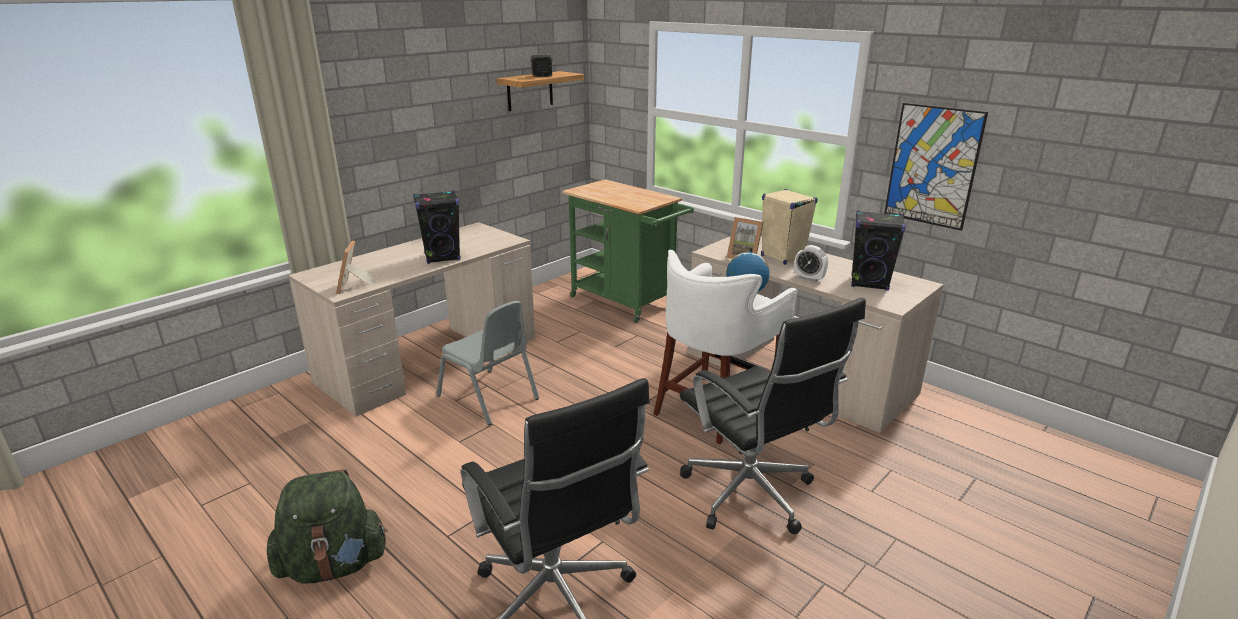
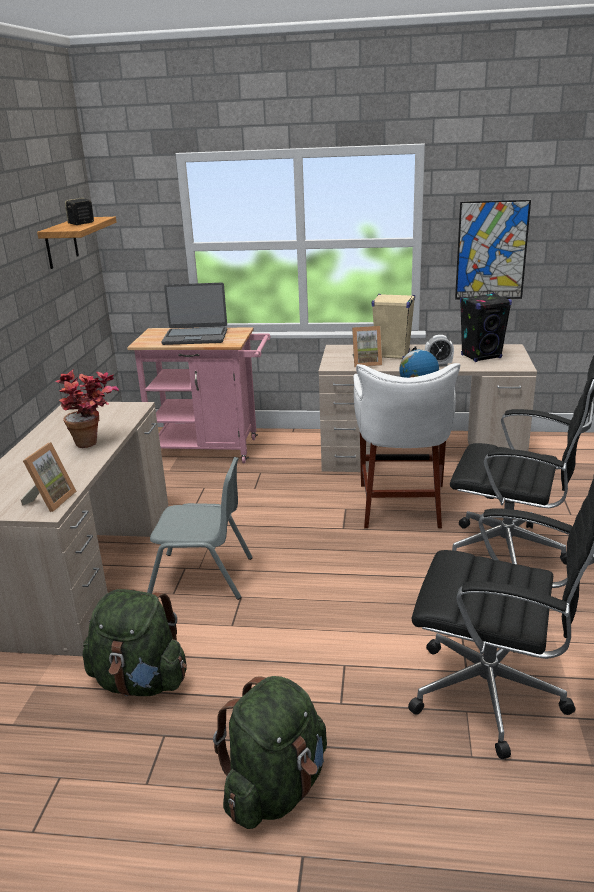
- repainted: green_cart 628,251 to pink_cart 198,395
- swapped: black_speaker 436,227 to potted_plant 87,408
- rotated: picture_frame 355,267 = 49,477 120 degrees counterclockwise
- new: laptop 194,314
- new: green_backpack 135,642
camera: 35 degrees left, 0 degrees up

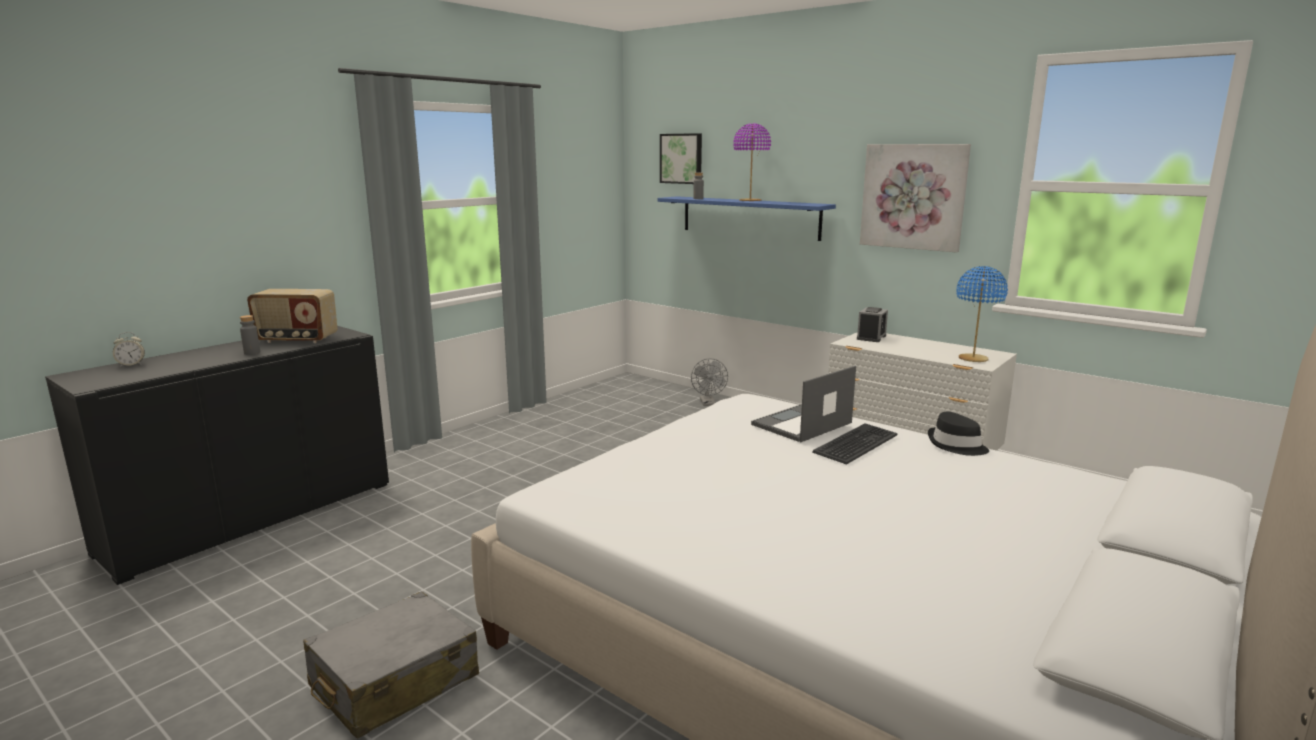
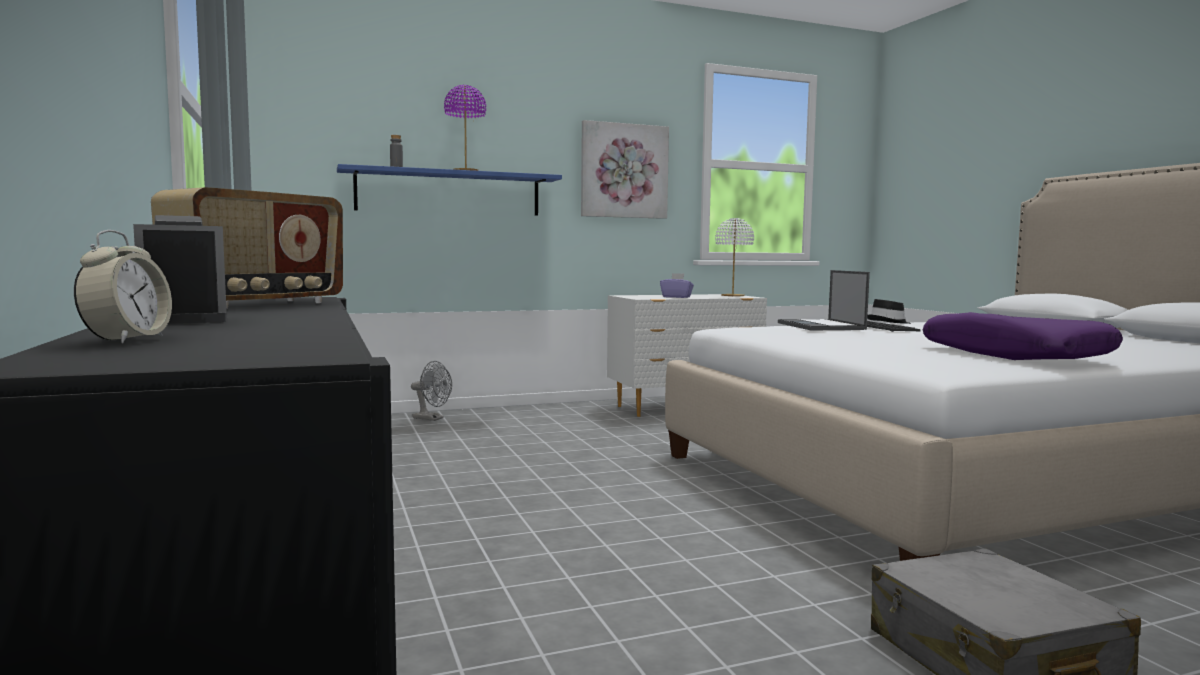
- gone: picture 681,158
- repainted: blue_table_lamp 982,314 to white_table_lamp 734,257
- shifted: alarm_clock 872,324 to 180,269
- gone: grey_bottle 250,335
- new: purple_tissue_box 677,285
- new: purple_pillow 1023,336
camera: 60 degrees left, 10 degrees down

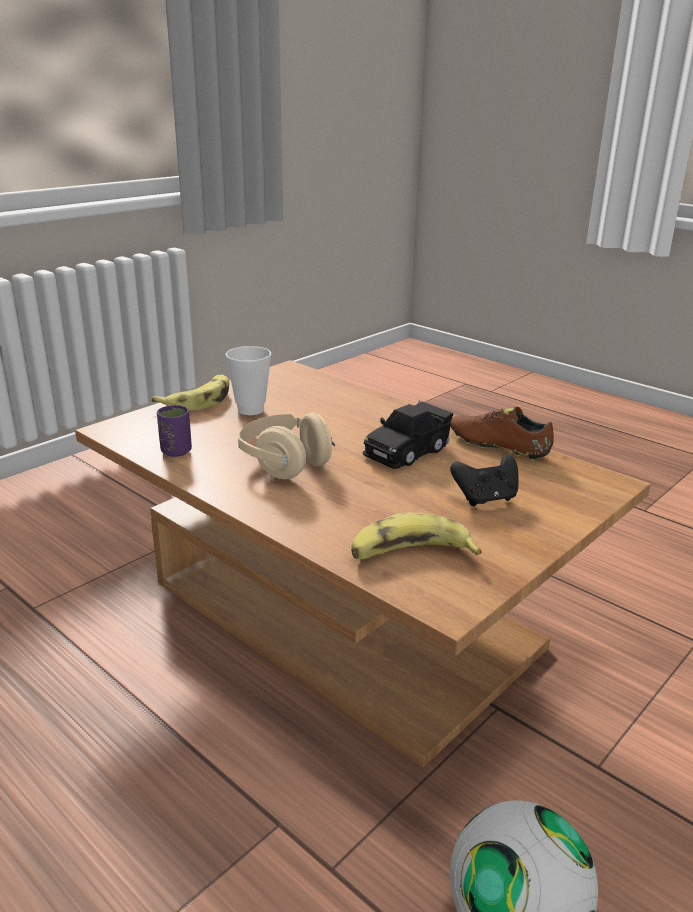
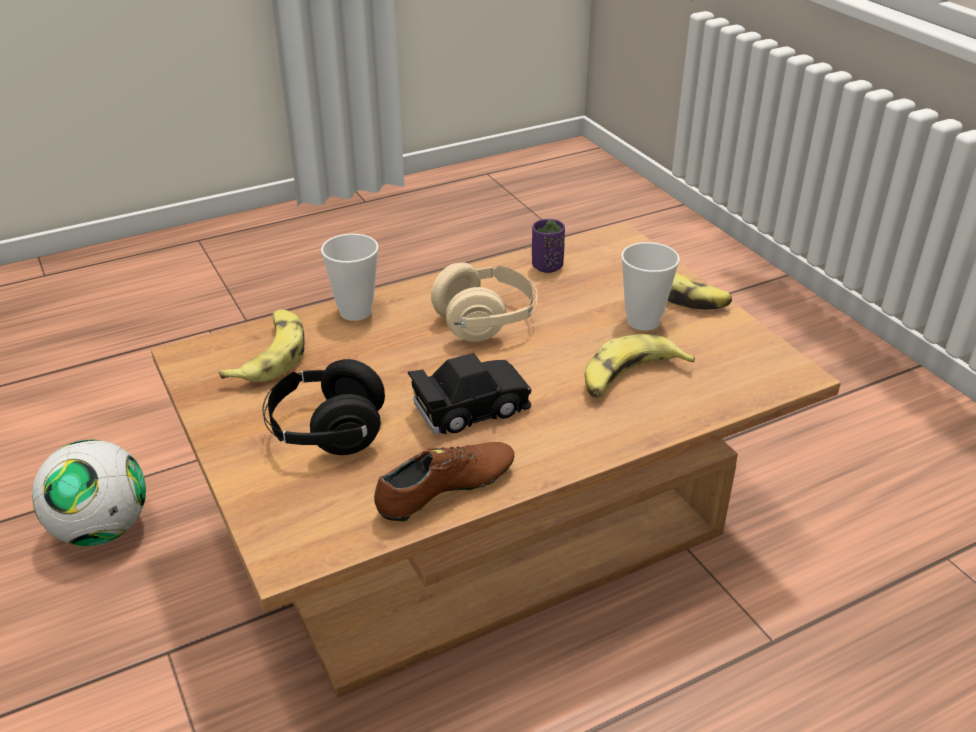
- rotated: black_toy_car 407,435 = 469,393 90 degrees clockwise
- swapped: black_game_controller 484,480 to black_headphones 324,407
- new: cup 350,277
- new: banana 640,366
camera: 110 degrees right, 10 degrees up

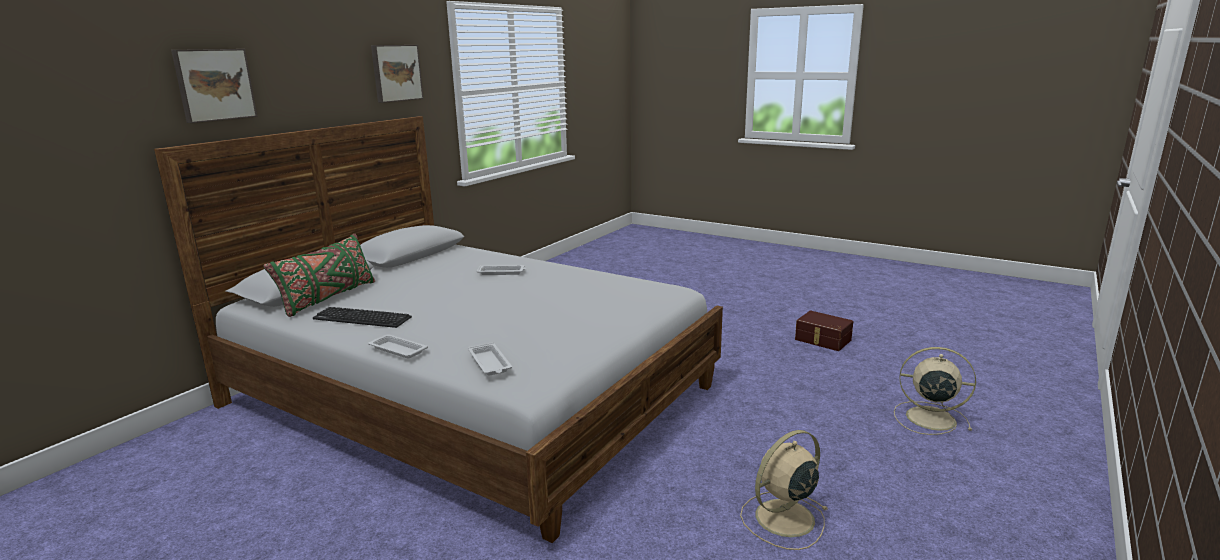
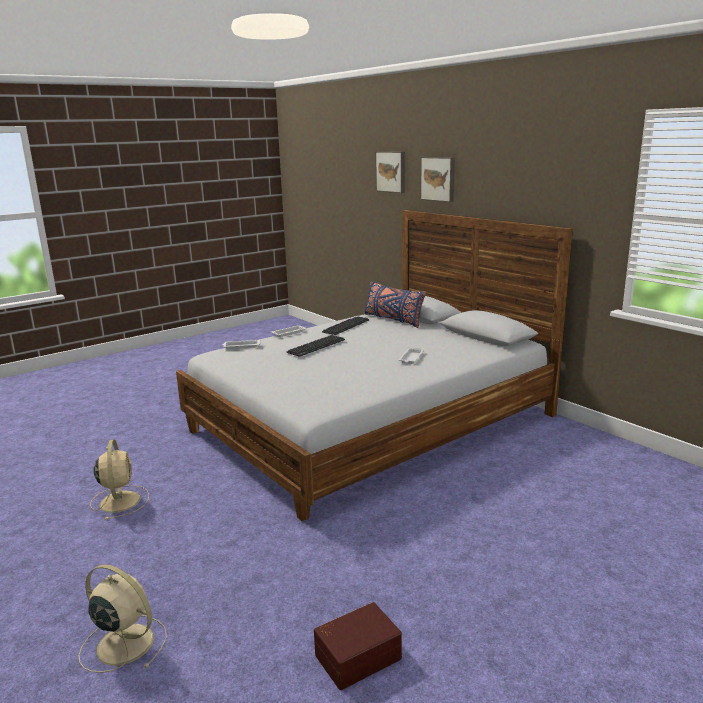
- shifted: picture 397,74 to 390,172
- repainted: green_pillow 319,275 to blue_pillow 395,305
- rotated: beige_fan 935,391 = 123,618 105 degrees counterclockwise
- new: keyboard 316,346
camera: 110 degrees right, 0 degrees up

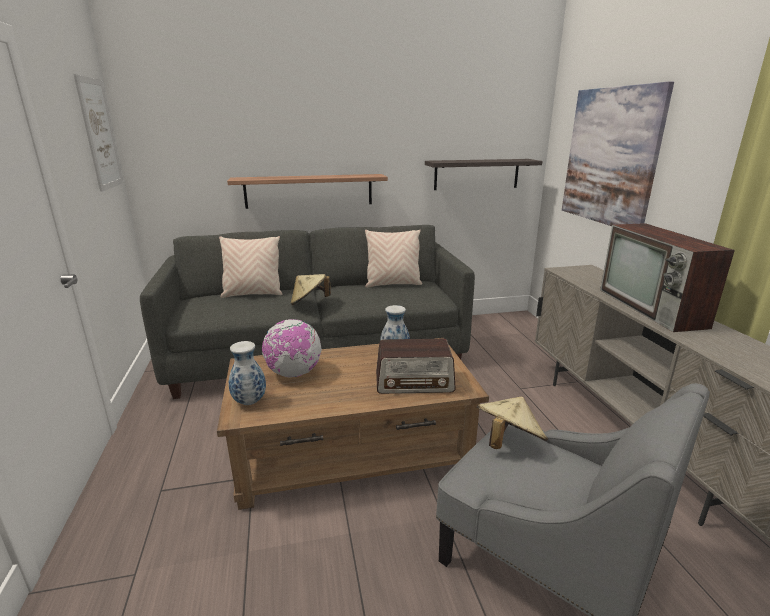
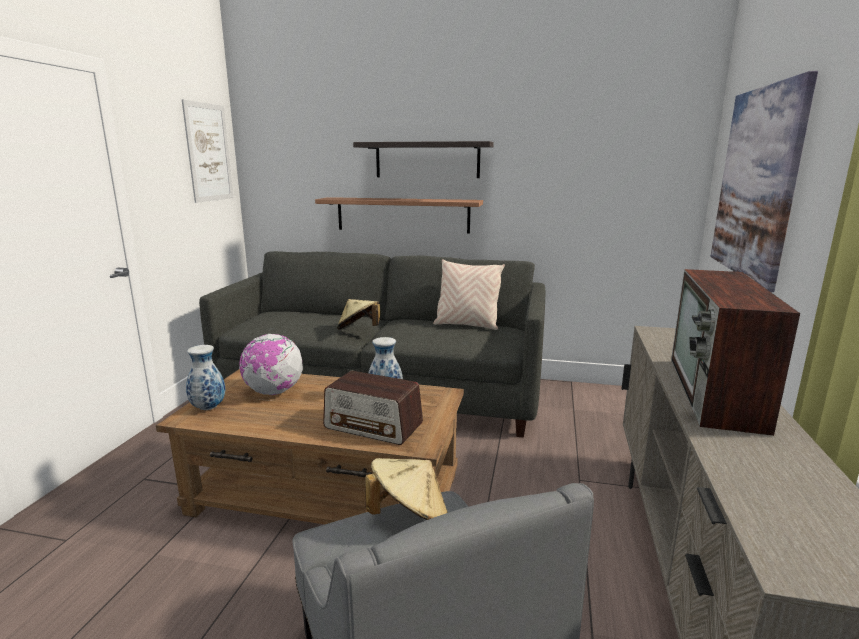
- shifted: shelf 483,174 to 423,159
- gone: beige_pillow 250,267
camera: 25 degrees right, 5 degrees down

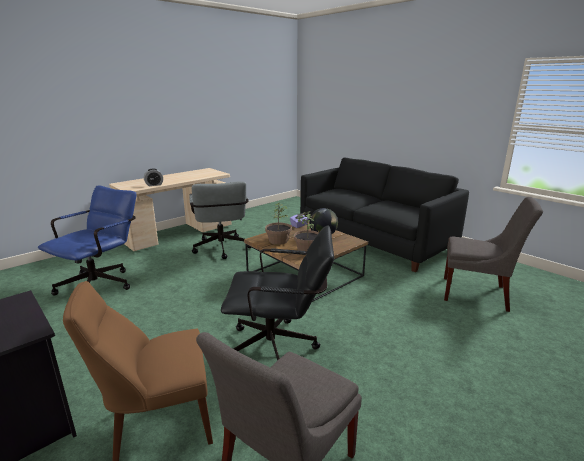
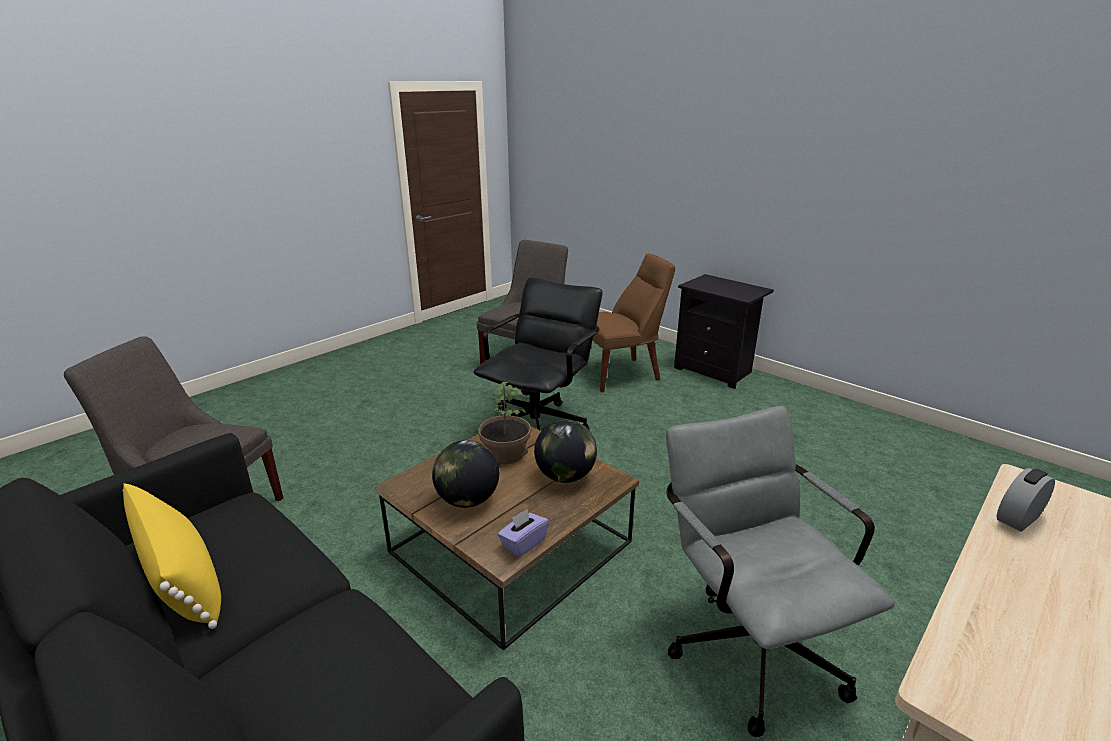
- gone: blue_office_chair 87,240
- swapped: potted_plant 278,224 to globe 565,451
- rotated: black_office_chair 277,293 = 538,353 120 degrees clockwise
- new: yellow_pillow 172,556
camera: 175 degrees right, 5 degrees up

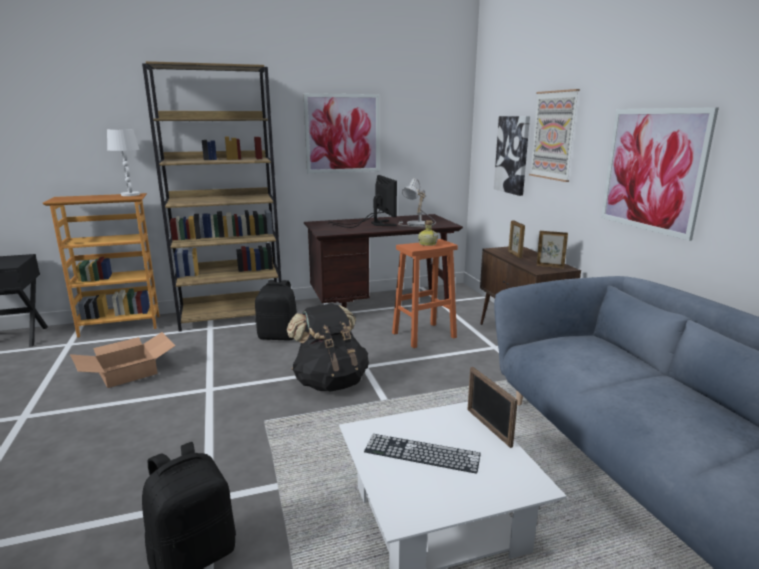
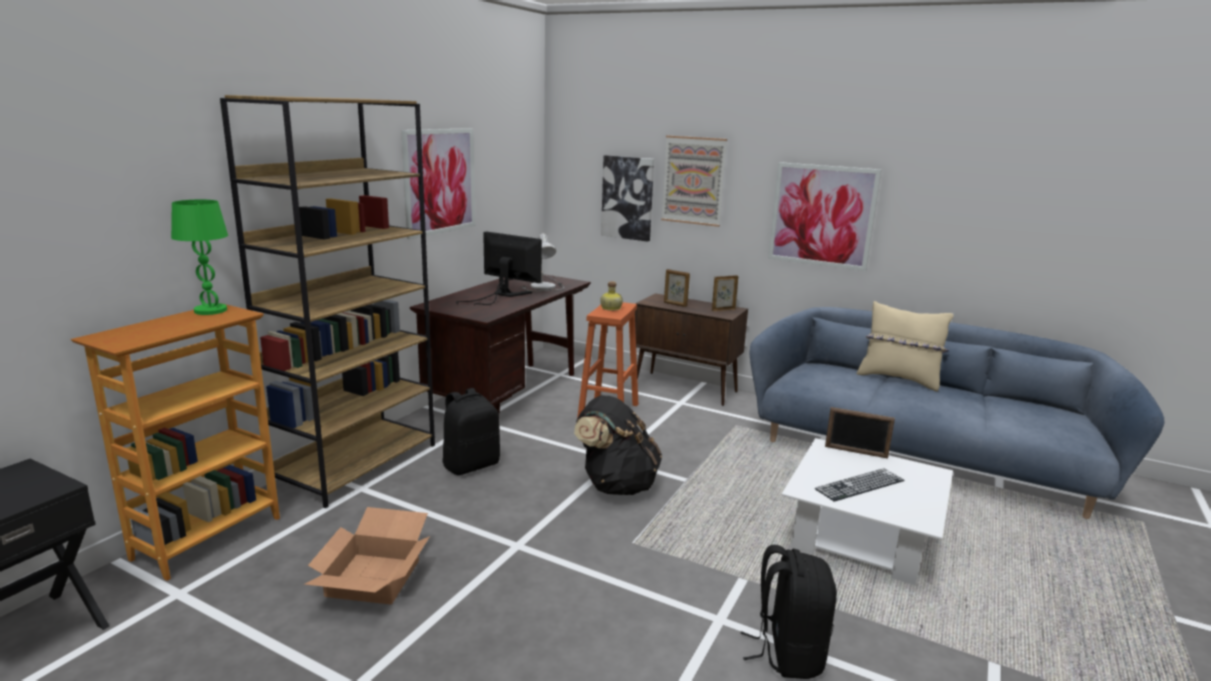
- repainted: white_table_lamp 123,162 to green_table_lamp 199,257
- new: beige_pillow 905,346
camera: 45 degrees left, 0 degrees up

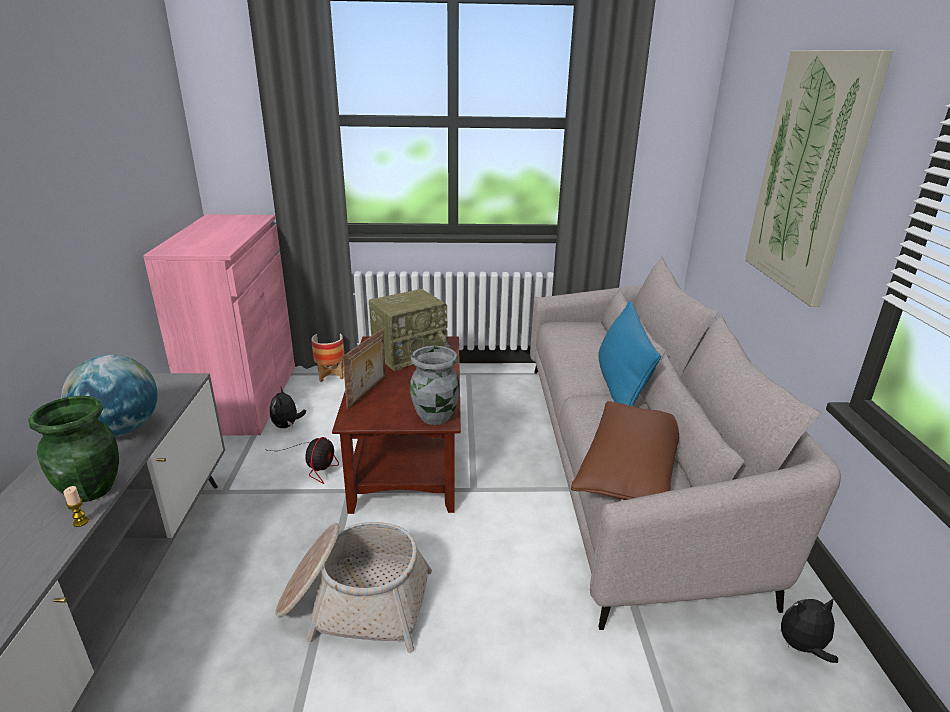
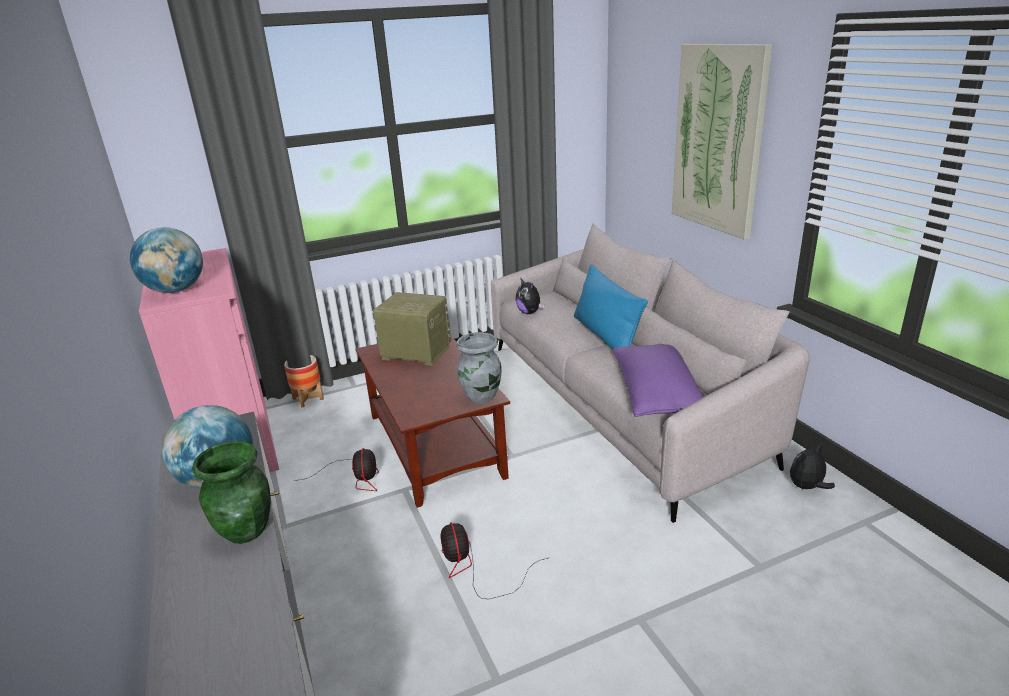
- rotated: radio 410,330 = 412,329 105 degrees counterclockwise
- gone: picture_frame 364,369
- shifted: plush_toy 288,407 to 530,296
- repainted: brown_pillow 625,450 to purple_pillow 658,380
- gone: candle 76,506
- swapped: basket 353,587 to fan 494,560
- new: globe 166,260
camera: 20 degrees left, 0 degrees up

